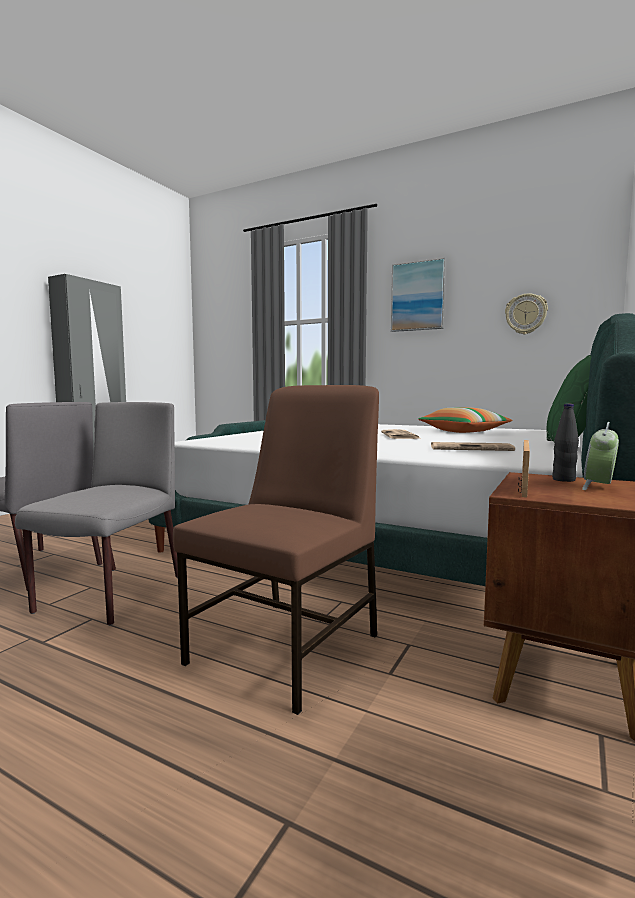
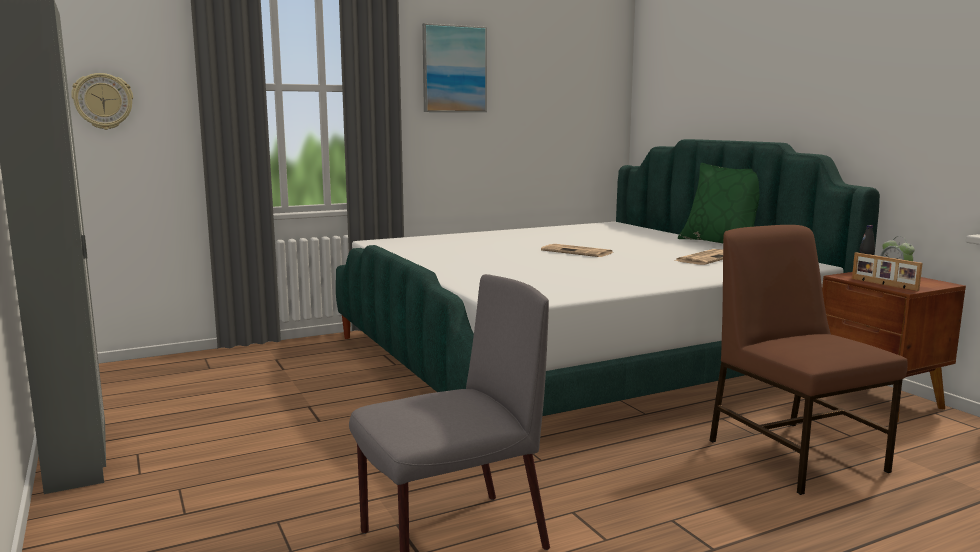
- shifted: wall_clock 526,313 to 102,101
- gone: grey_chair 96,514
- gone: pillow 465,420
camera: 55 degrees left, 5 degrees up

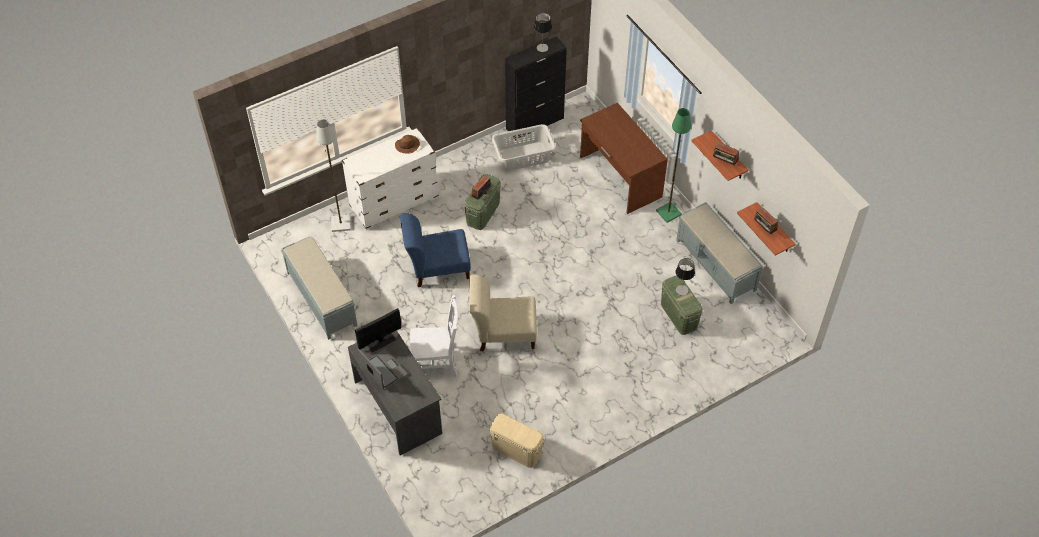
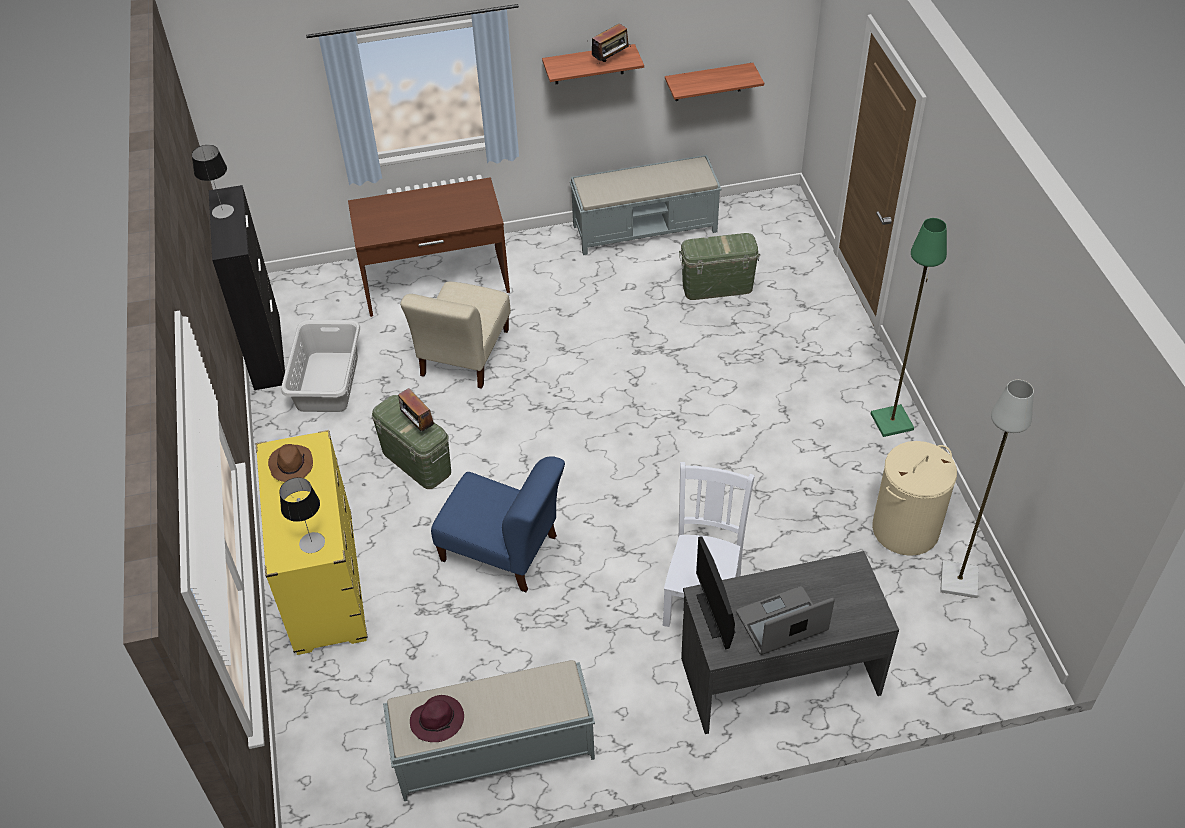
- shifted: green_floor_lamp 673,165 to 909,327
- shifted: grey_floor_lamp 333,175 to 987,489
- repainted: white_dresser 390,179 to yellow_dresser 312,542
- gone: radio 766,220
- rotated: blue_chair 435,250 = 498,524 75 degrees counterclockwise
- shifted: table_lamp 685,277 to 302,515
- shifted: beige_chair 503,313 to 455,335
- swapped: beige_storage_box 516,440 to beige_laundry_basket 914,498
- new: purple_hat 437,718
camera: 70 degrees left, 5 degrees down

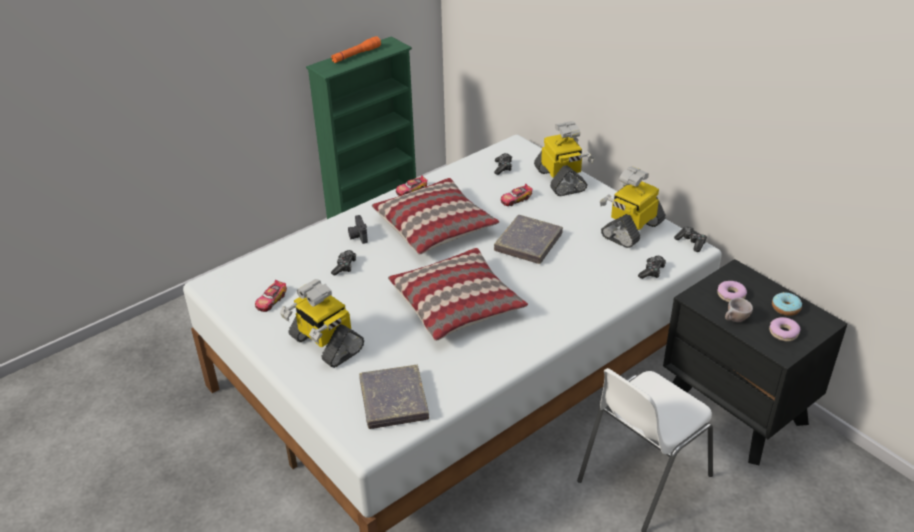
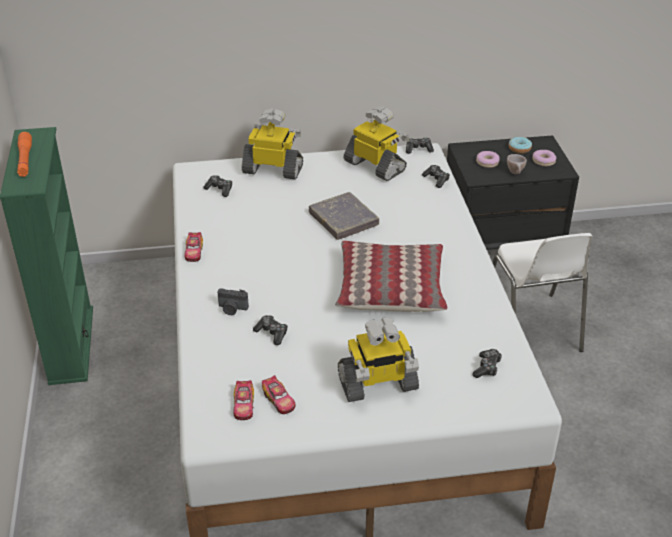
- rotated: toy_robot 633,207 = 377,143 150 degrees clockwise
- gone: pillow 435,216
- shifted: toy_car 516,195 to 244,400
- swapped: grey_book 394,397 to game_controller 487,363
camera: 60 degrees left, 0 degrees up

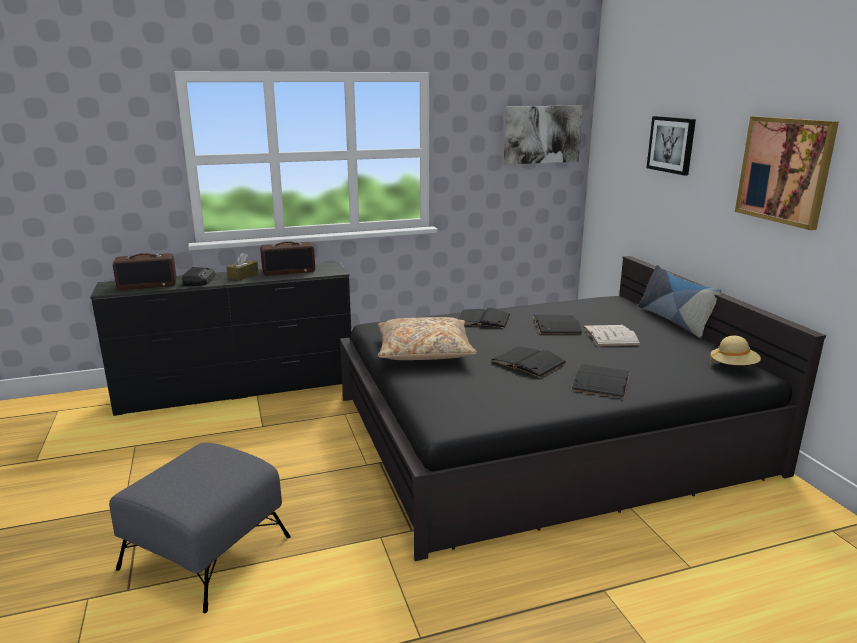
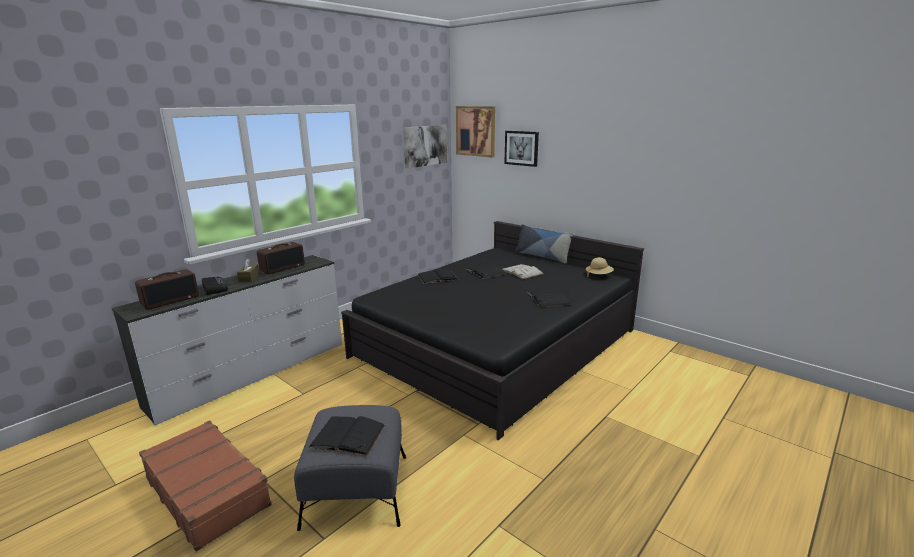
- shifted: picture 787,173 to 475,131
- repainted: black_dresser 221,339 to white_dresser 227,340
- gone: beige_pillow 427,338
- shifted: black_book 529,362 to 347,436
- new: brown_suitcase 205,486
camera: 30 degrees left, 0 degrees up

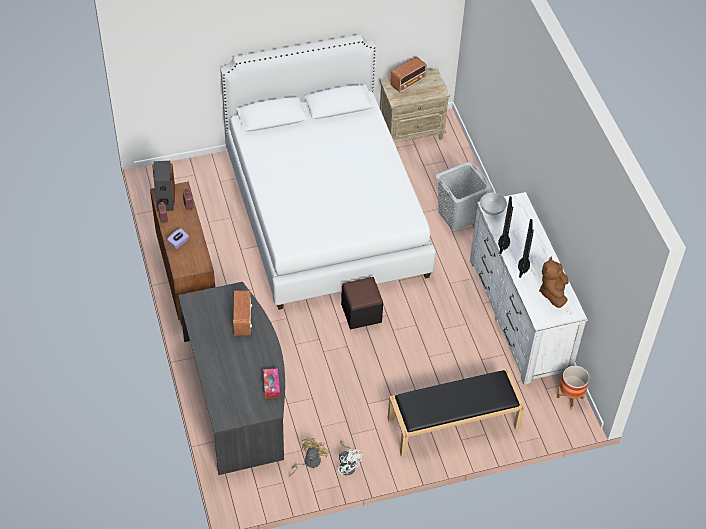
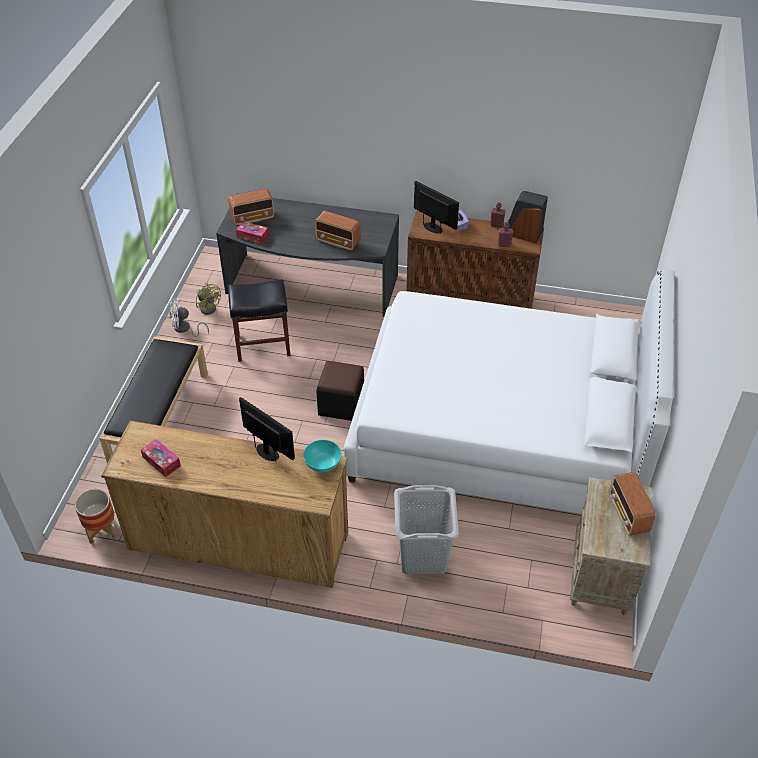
- repainted: white_dresser 529,288 to brown_dresser 224,504
- repainted: white_bowl 493,204 to turquoise_bowl 322,456
- shifted: monitor 526,248 to 436,207
- swapped: brown_plush_toy 554,282 to tissue_box 161,458
- new: radio 251,207
- new: black_stool 259,320
camera: 120 degrees right, 5 degrees down

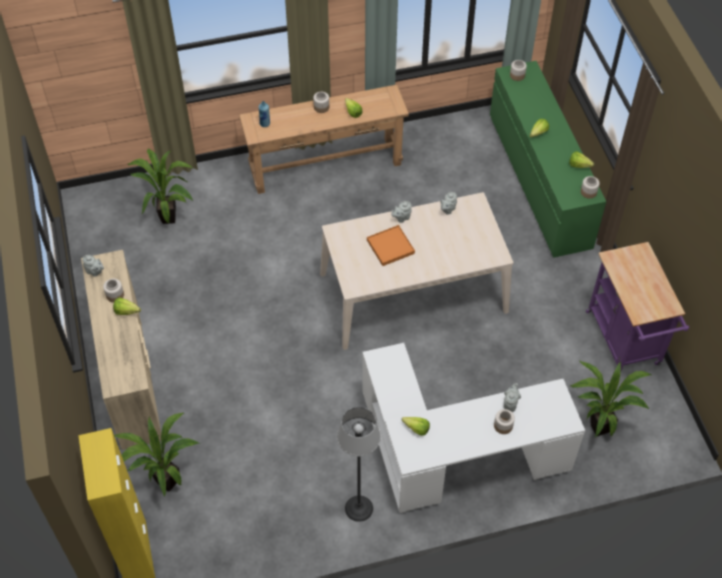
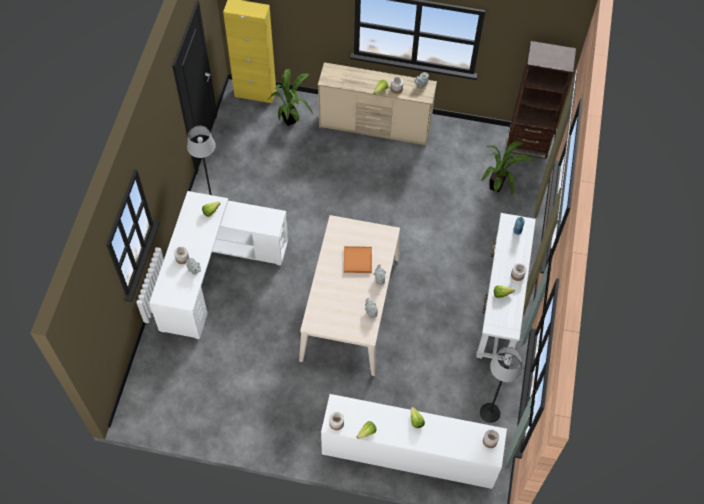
- repainted: green_dresser 548,159 to white_dresser 414,441
- repainted: brown_console_table 324,139 to white_console_table 506,288
- gone: purple_cart 637,306
- gone: potted_plant 610,398
- new: brown_bookcase 541,100
- new: floor_lamp 500,385
camera: 115 degrees right, 5 degrees up

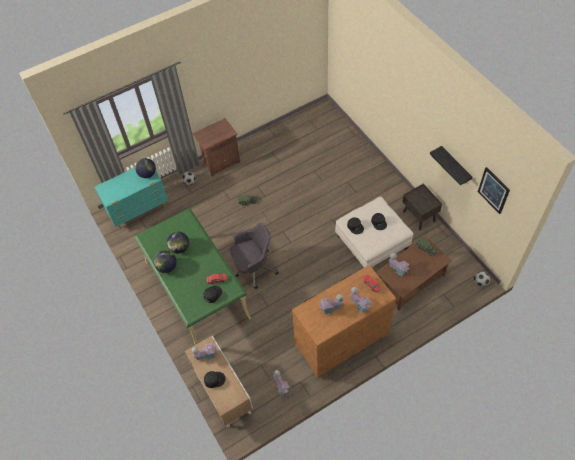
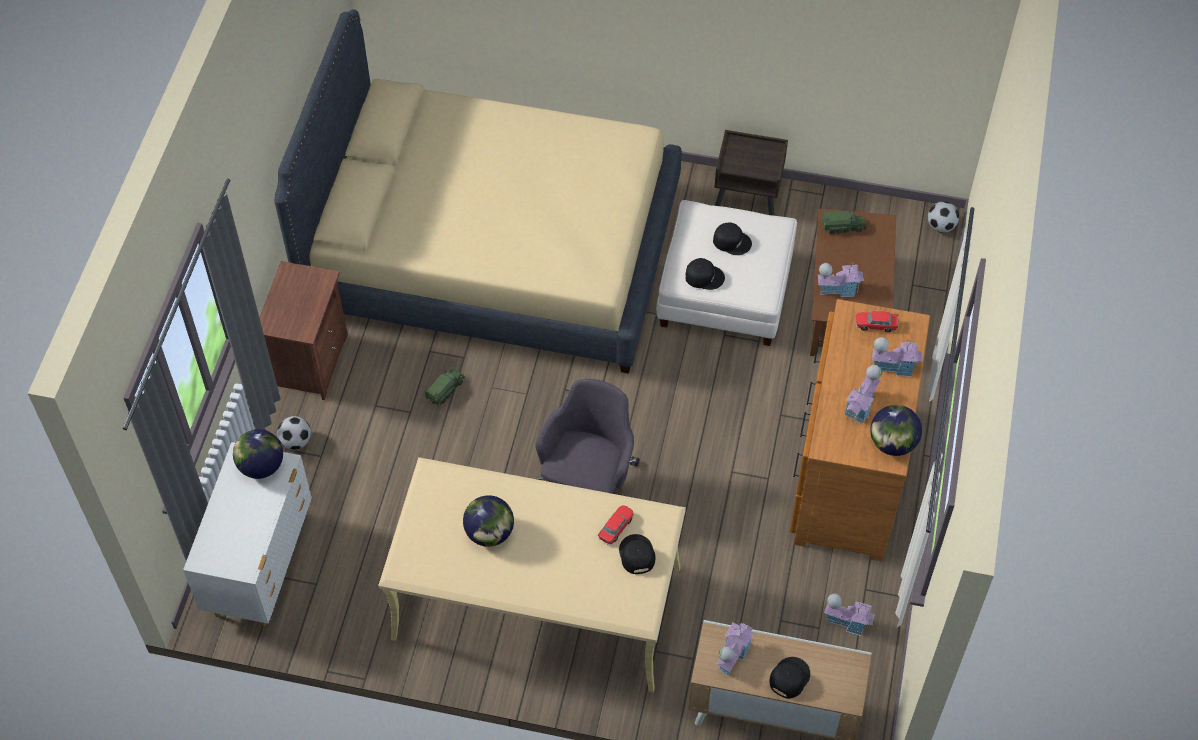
- gone: black_shelf 451,165
- gone: picture 494,190
- repainted: turquoise_dresser 131,198 to white_dresser 247,534
- repainted: green_desk 192,276 to beige_desk 532,574
- shifted: globe 165,262 to 896,430
- new: beige_bed 478,191
camera: 50 degrees left, 0 degrees up

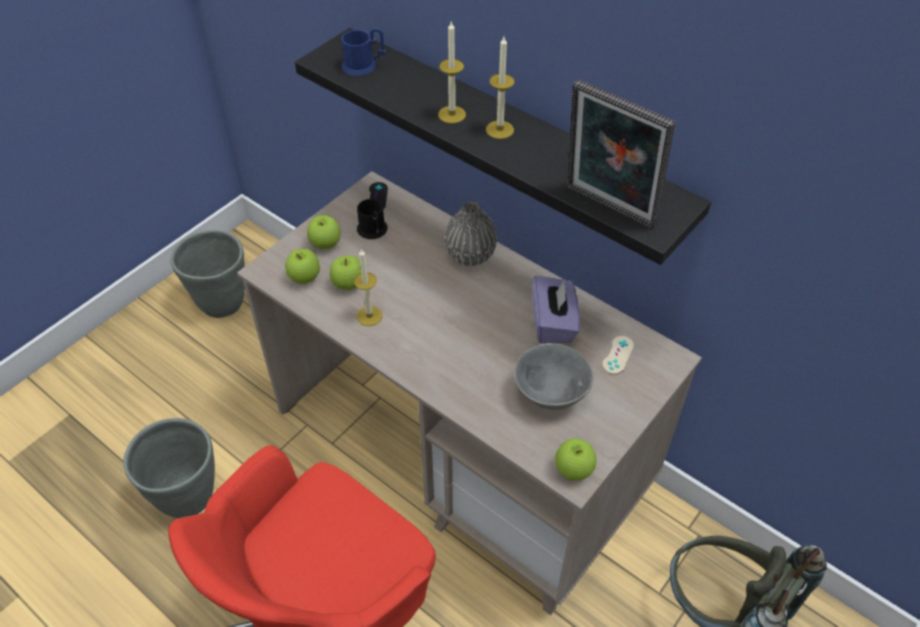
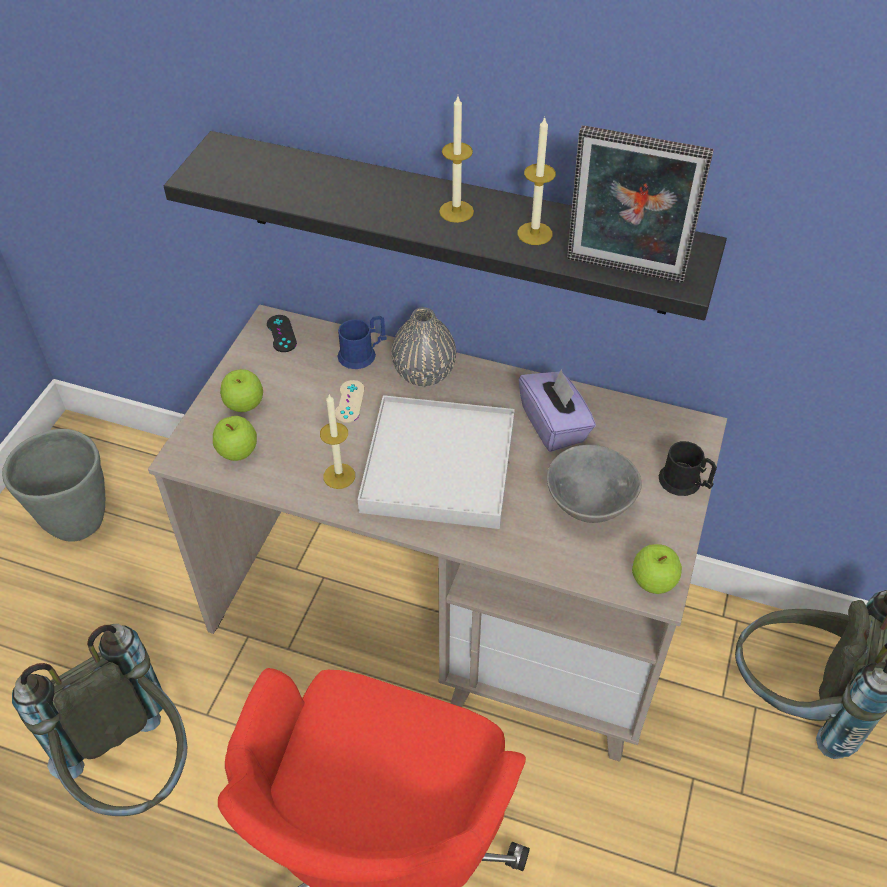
- shifted: candle 452,72 to 536,181
- shifted: blue_mug 363,52 to 362,342
- shifted: black_mug 372,219 to 688,468
- gone: apple 345,273
- shifted: beige_game_controller 618,355 to 350,401
- swapped: grey_planter 169,468 to grey_backpack 99,720
- new: white_tray 436,462
camera: 20 degrees left, 0 degrees up

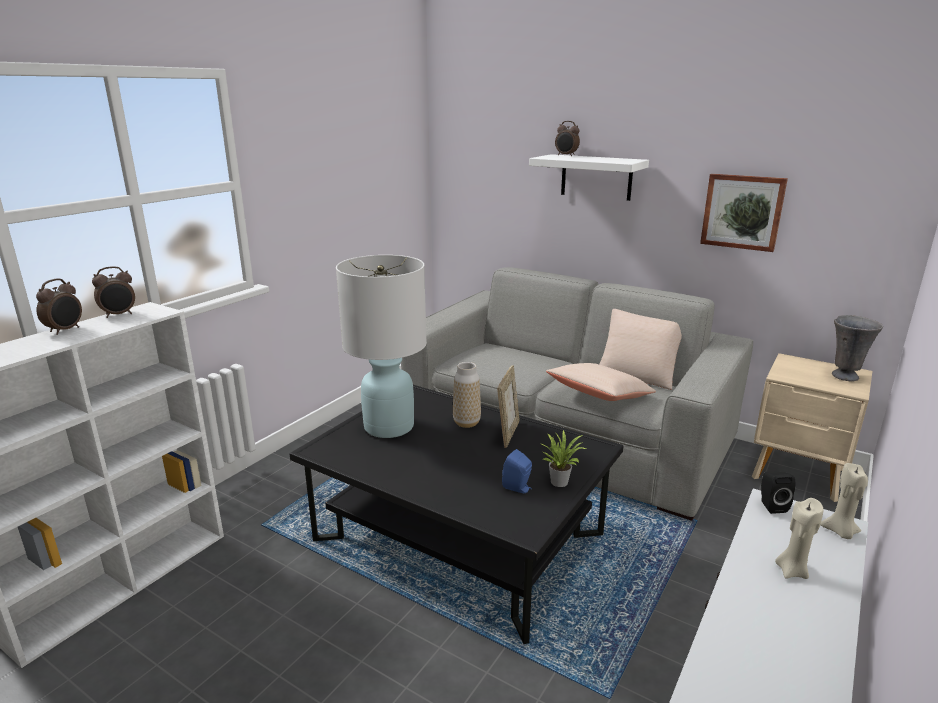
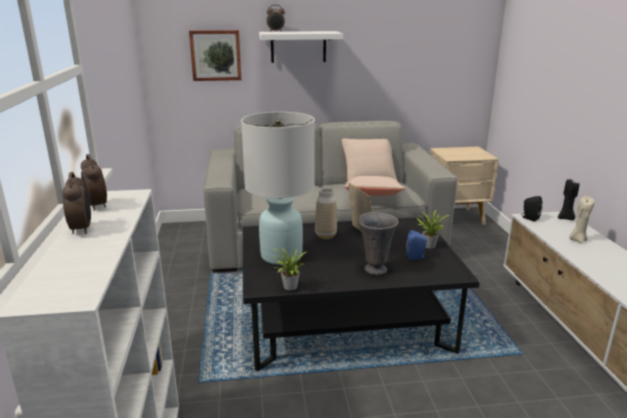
- shifted: picture 744,213 to 215,55
- rotated: alarm_clock 113,292 = 94,182 135 degrees clockwise
- shifted: grey_vase 857,348 to 379,243
- repainted: beige_candle 844,501 to black_candle 568,199
- new: potted_plant 289,269
camera: 40 degrees left, 0 degrees up

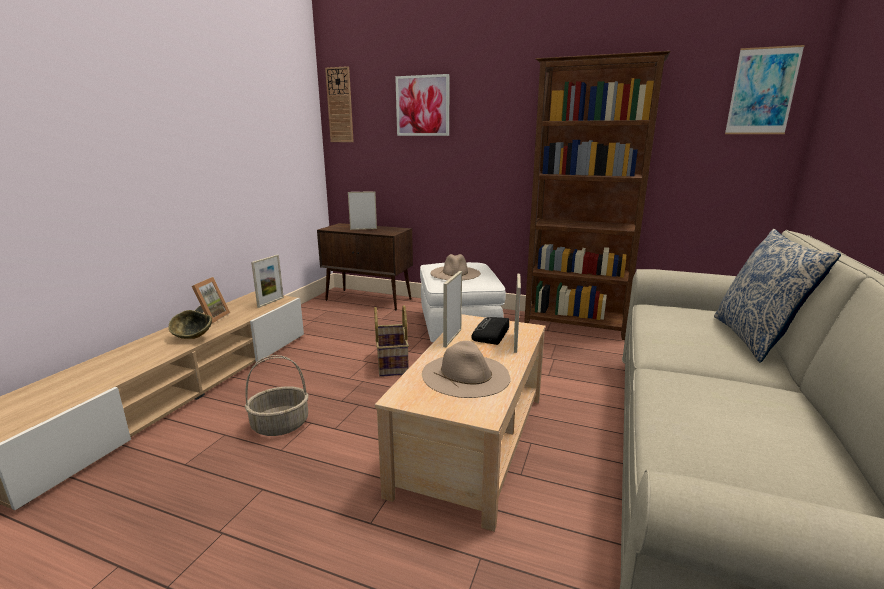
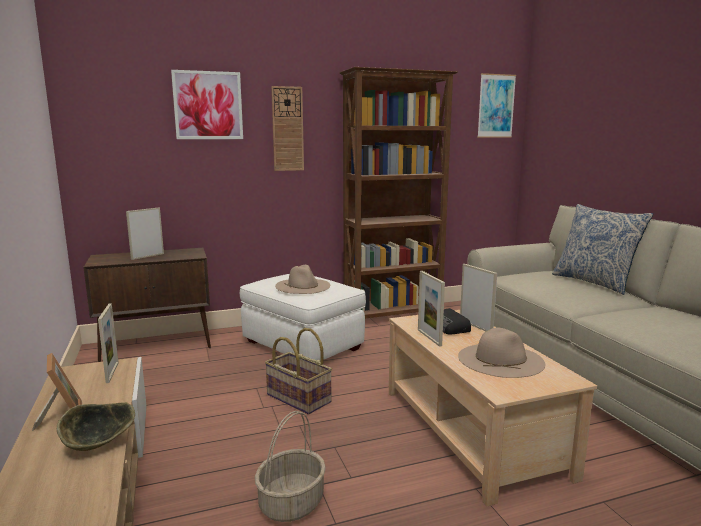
- shifted: wall_clock 339,104 to 287,128
camera: 40 degrees left, 5 degrees down

